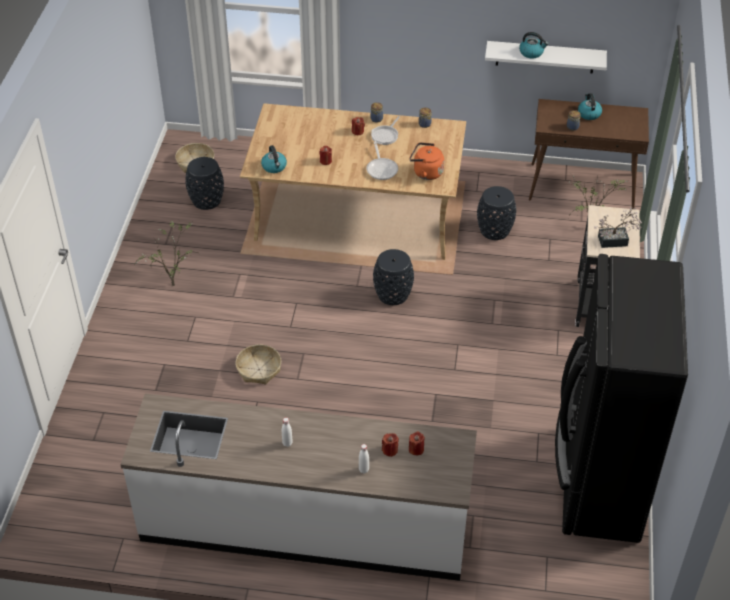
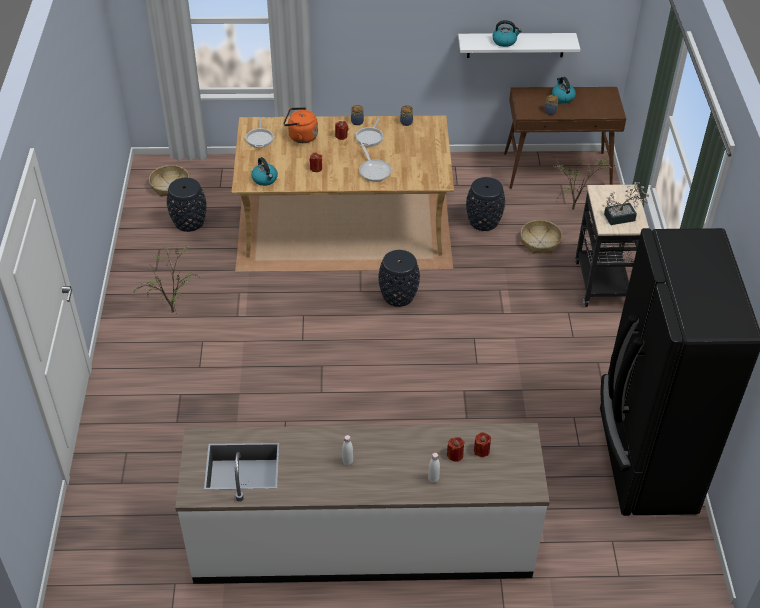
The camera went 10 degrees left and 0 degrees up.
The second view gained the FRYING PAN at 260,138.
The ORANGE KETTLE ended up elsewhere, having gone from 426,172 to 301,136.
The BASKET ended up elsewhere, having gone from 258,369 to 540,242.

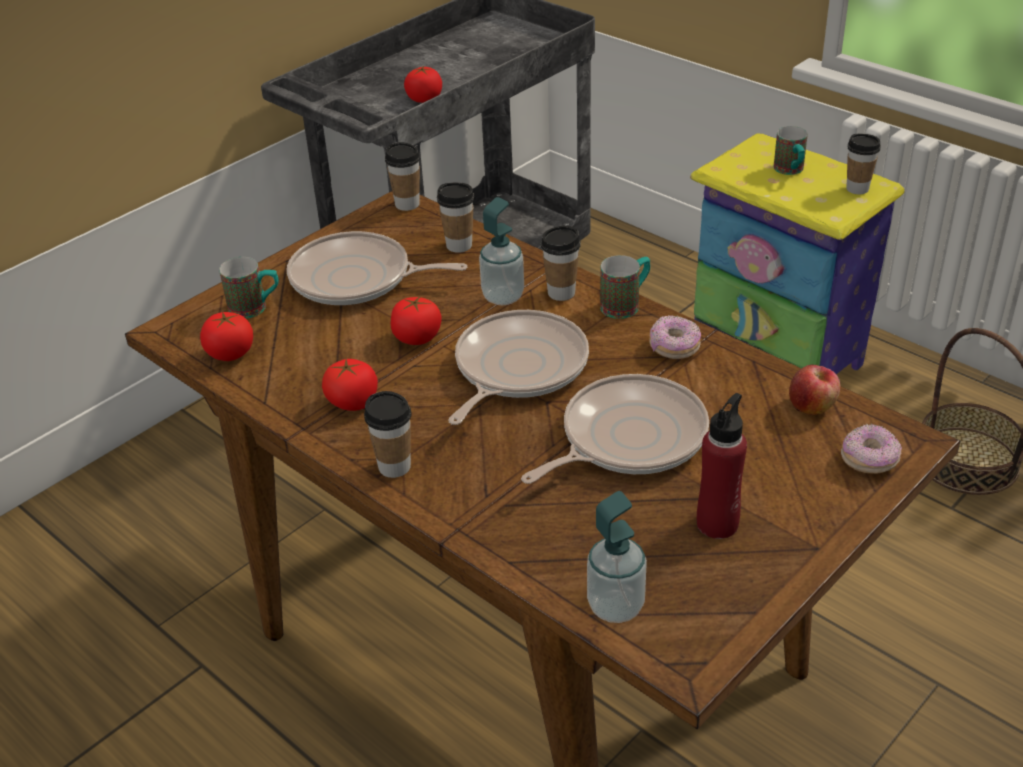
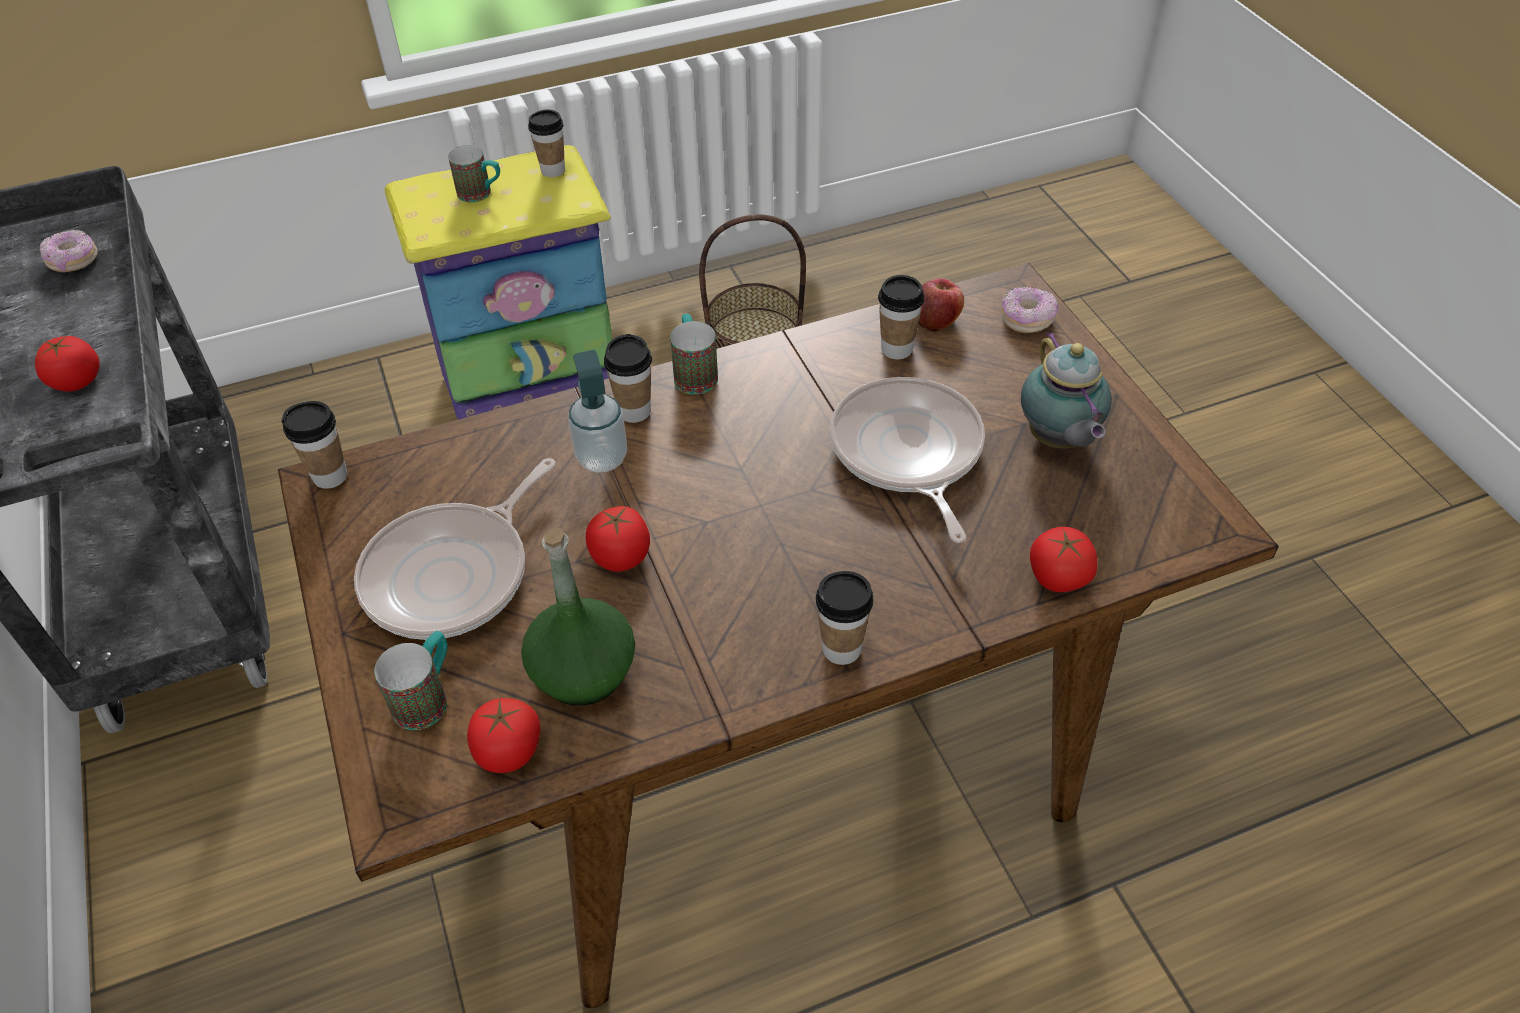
The camera went 65 degrees left and 10 degrees up.
The DONUT ended up elsewhere, having gone from 674,347 to 73,261.
The second view gained the GREEN BOTTLE at 583,672.
The CUP ended up elsewhere, having gone from 459,245 to 896,349.
Where the RED BOTTLE stood at 717,523, the TEAPOT came to stand at 1057,441.
The TOMATO ended up elsewhere, having gone from 353,402 to 1058,577.
The second view lost the FRYING PAN at 517,369.
The second view lost the SOAP DISPENSER at 615,606.

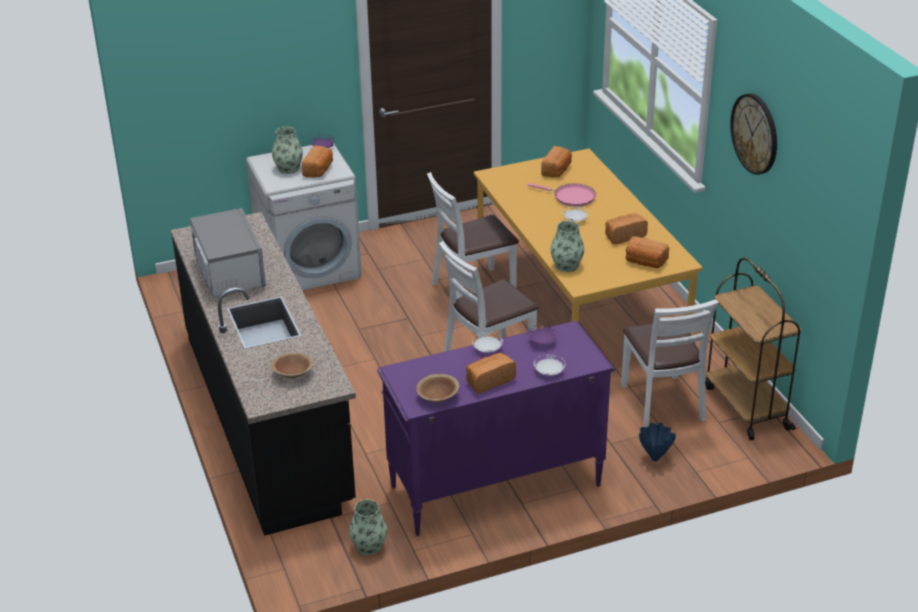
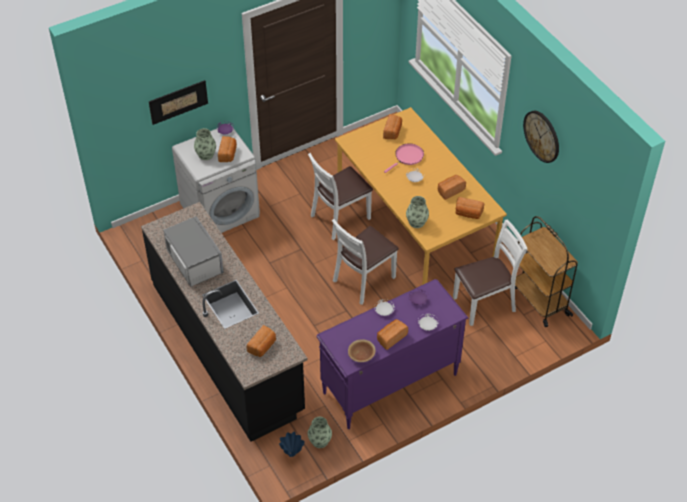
The camera went 10 degrees left and 15 degrees up.
The second view gained the PICTURE at 178,102.
Where the BROWN BOWL stood at 293,373, the BREAD came to stand at 262,346.
The BLUE VASE ended up elsewhere, having gone from 655,458 to 292,453.
The PINK FRYING PAN at 571,197 ended up facing another way, 60 degrees counterclockwise from before.
The WHITE CHAIR at 662,403 ended up facing another way, 90 degrees counterclockwise from before.

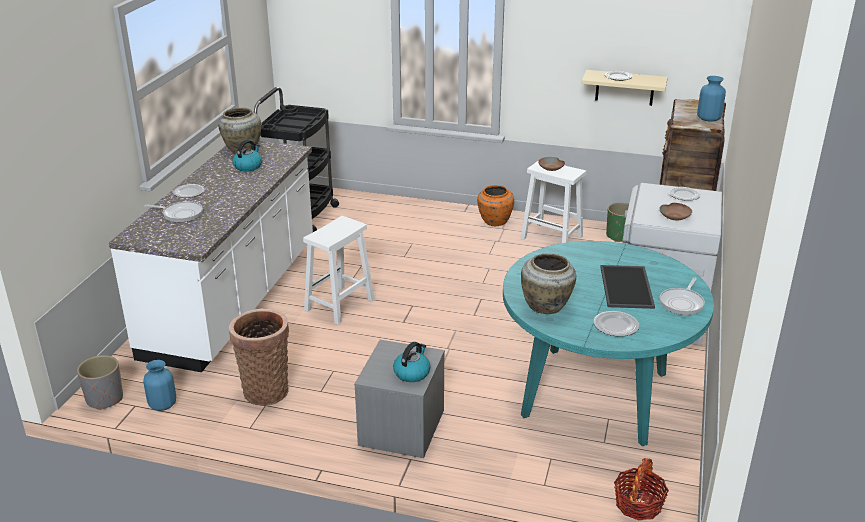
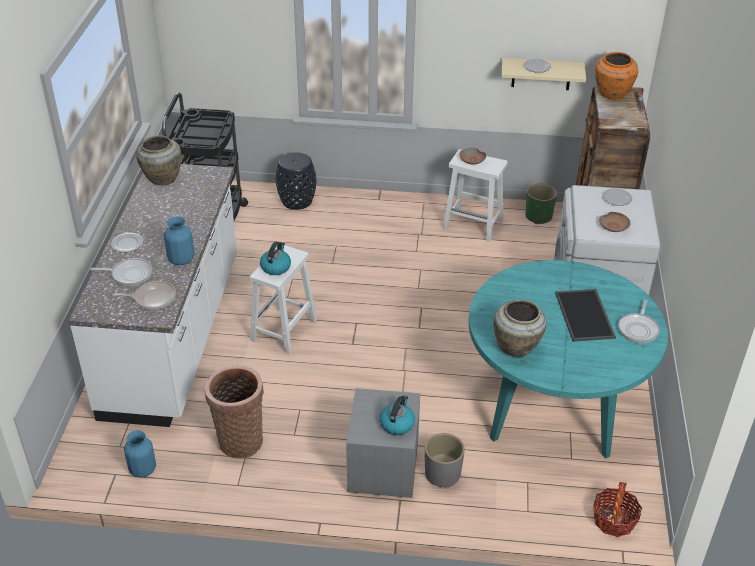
The camera went 10 degrees left and 10 degrees up.
The second view gained the FRYING PAN at 152,298.
The BLUE VASE ended up elsewhere, having gone from 708,118 to 181,259.
The KETTLE ended up elsewhere, having gone from 248,166 to 276,267.
The second view gained the BLACK STOOL at 297,201.
The GREY PLANTER ended up elsewhere, having gone from 104,399 to 442,474.
The ORANGE VASE ended up elsewhere, having gone from 494,222 to 611,94.
The second view lost the PLATE at 616,326.

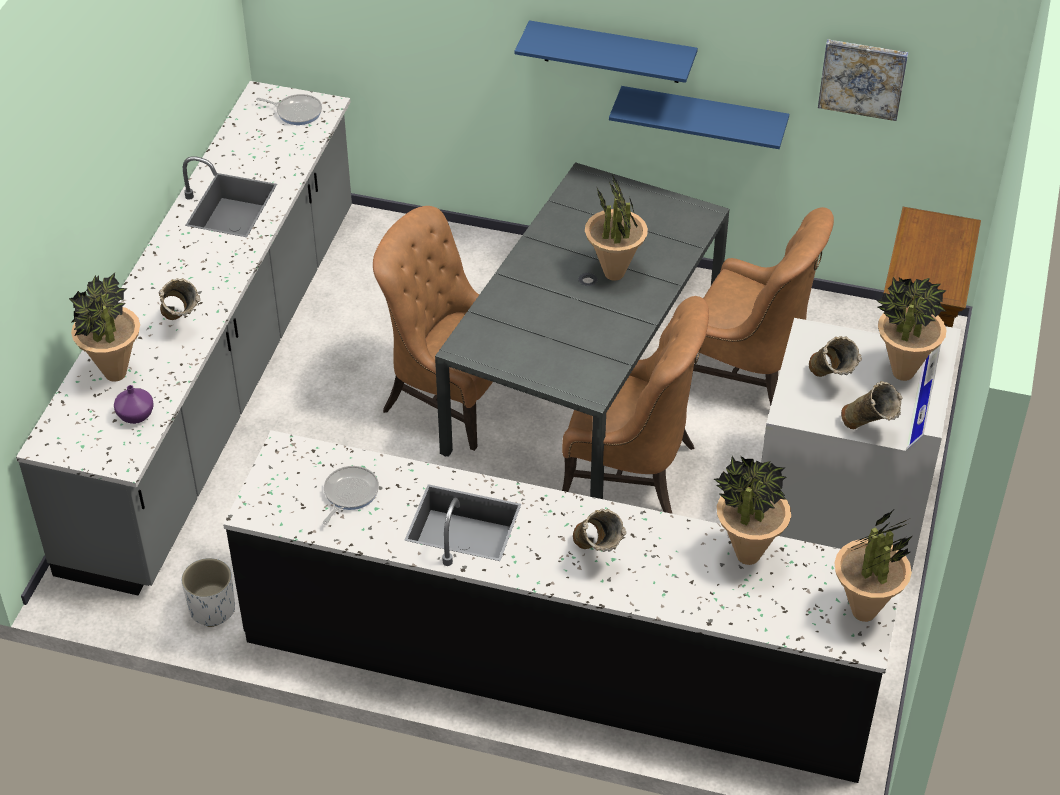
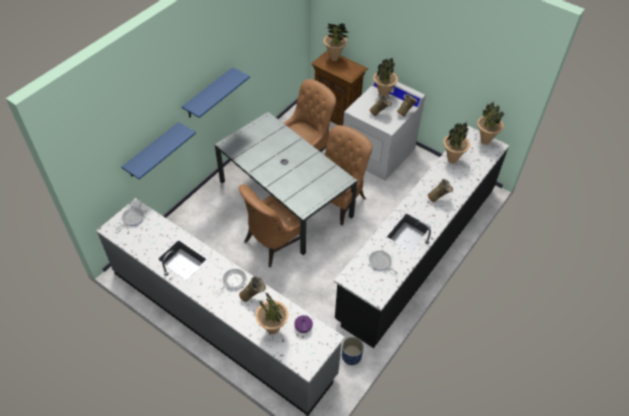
The camera went 70 degrees left and 5 degrees up.
The BLUE SHELF ended up elsewhere, having gone from 703,117 to 152,150.
The second view gained the FRYING PAN at 233,281.
The POTTED PLANT ended up elsewhere, having gone from 614,274 to 334,58.
What was the WHITE PLANTER at 212,609 turned into the BLUE PLANTER at 351,356.
The second view lost the PICTURE at 862,78.

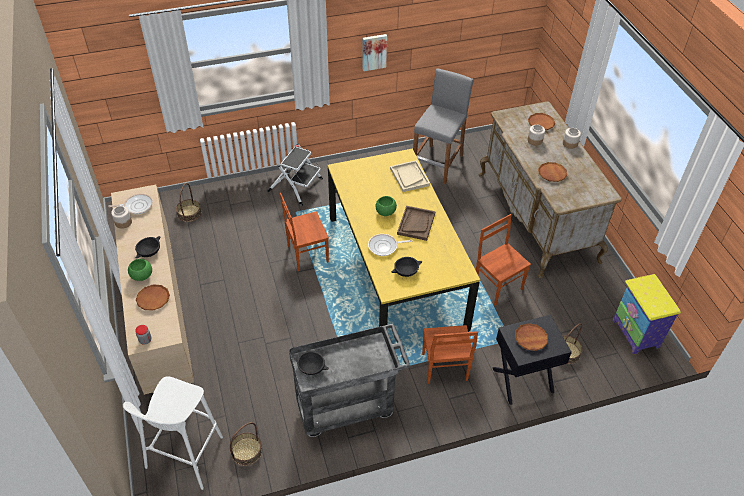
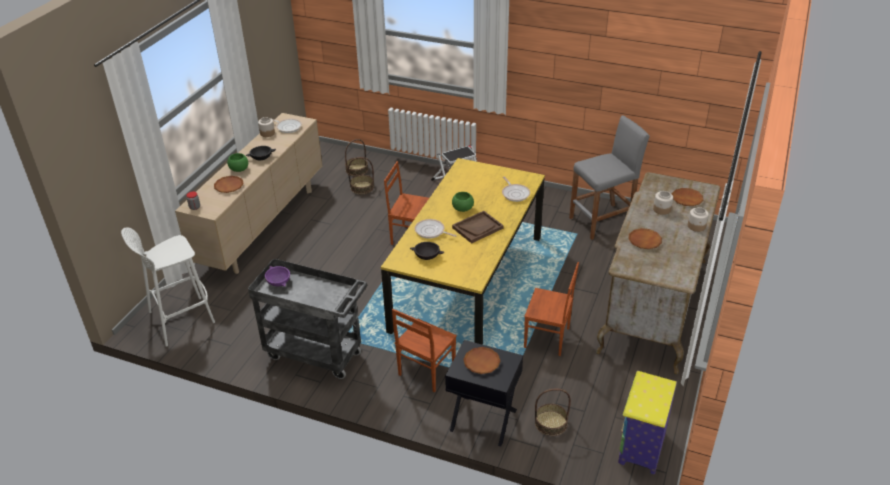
The camera went 40 degrees right and 10 degrees down.
What was the BLACK BOWL at 311,367 turned into the PURPLE BOWL at 279,281.
The BASKET ended up elsewhere, having gone from 246,451 to 362,188.
Where the BEIGE TRAY stood at 409,177, the FRYING PAN came to stand at 515,193.
The BROWN CHAIR at 498,286 ended up facing another way, 105 degrees clockwise from before.
The second view lost the PICTURE at 374,51.

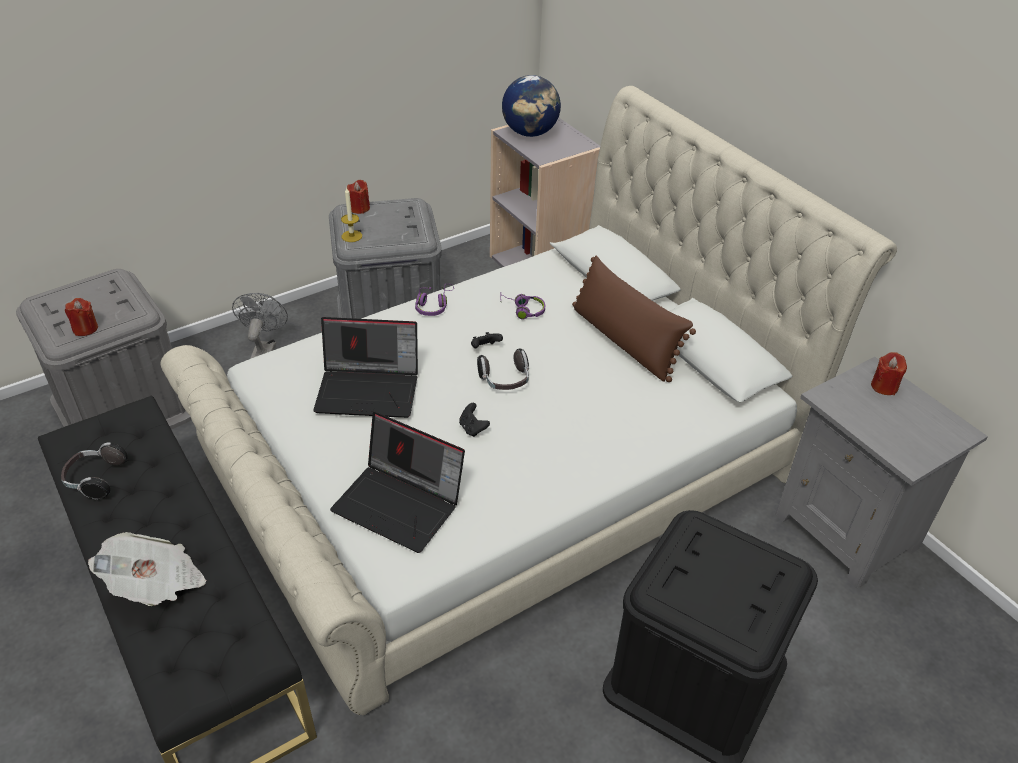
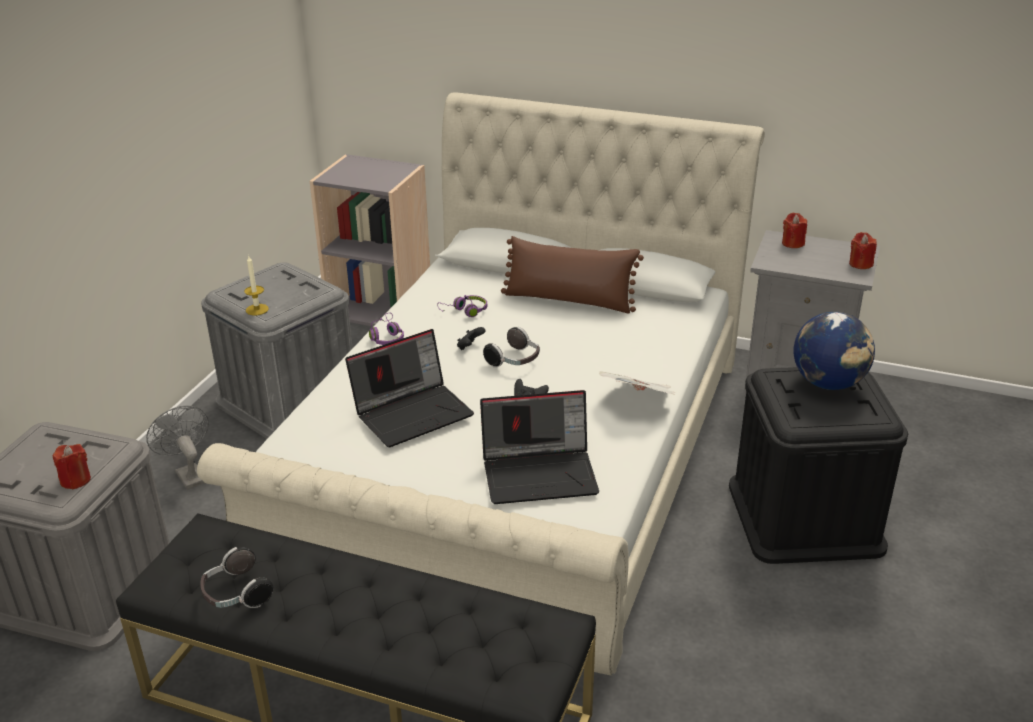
The camera went 35 degrees left and 10 degrees down.
The NEWSPAPER ended up elsewhere, having gone from 156,584 to 639,400.
The GLOBE ended up elsewhere, having gone from 530,133 to 828,383.
The RED CANDLE ended up elsewhere, having gone from 359,208 to 860,264.

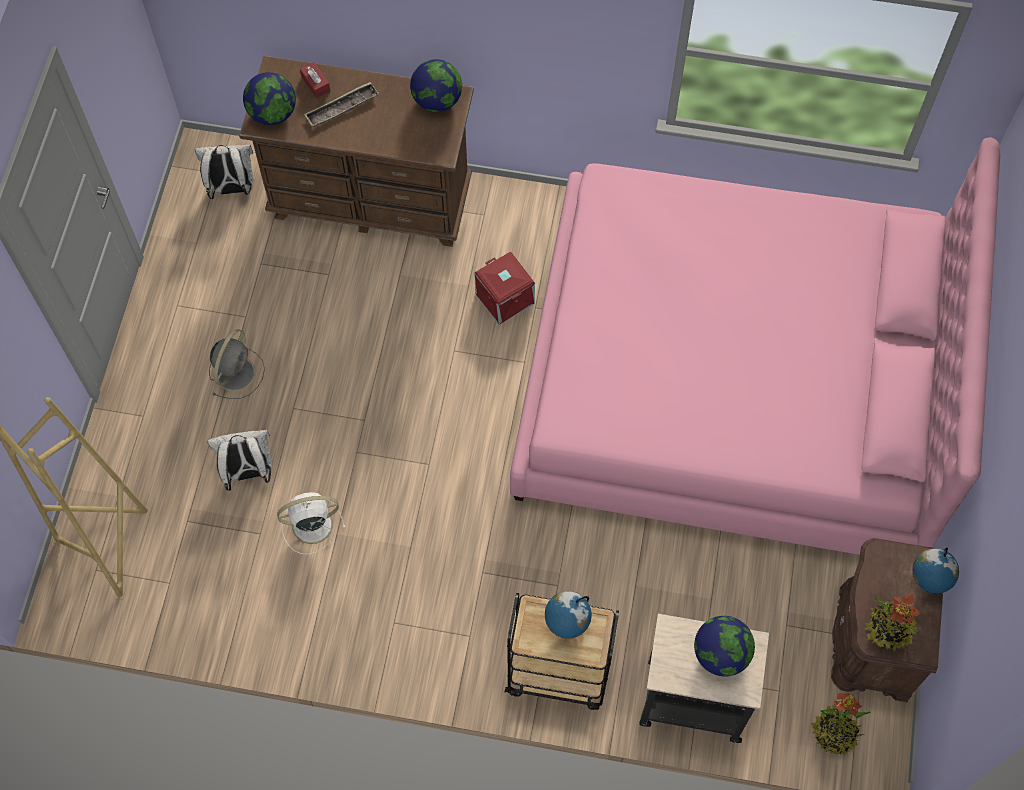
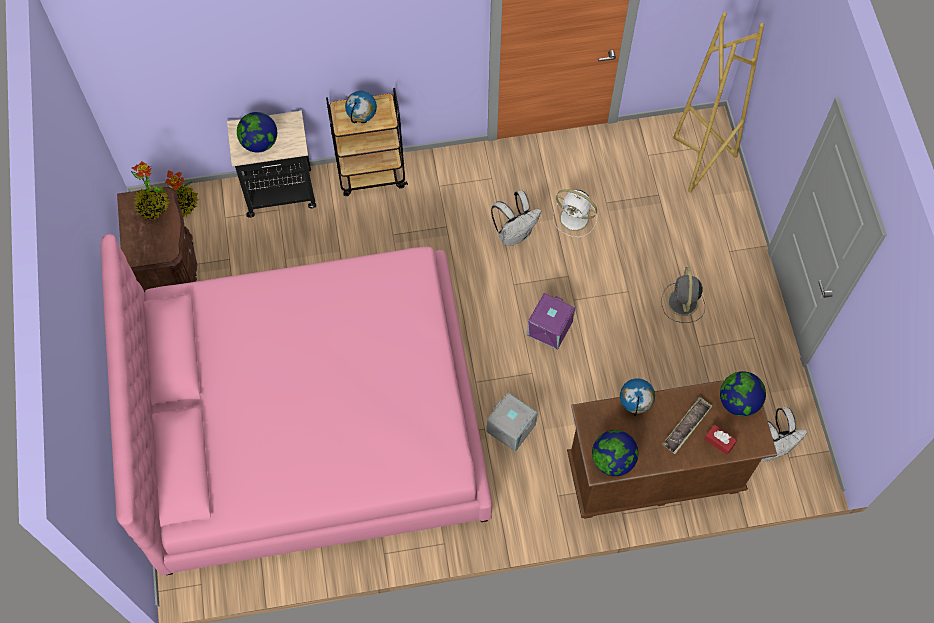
The camera went 160 degrees right and 0 degrees up.
What was the RED STORAGE BOX at 505,298 turned into the GREY STORAGE BOX at 510,428.
The WHITE BACKPACK ended up elsewhere, having gone from 248,472 to 514,234.
The second view gained the PURPLE STORAGE BOX at 550,329.
The WHITE FAN at 310,525 ended up facing another way, 60 degrees clockwise from before.
The GLOBE ended up elsewhere, having gone from 927,581 to 634,405.

